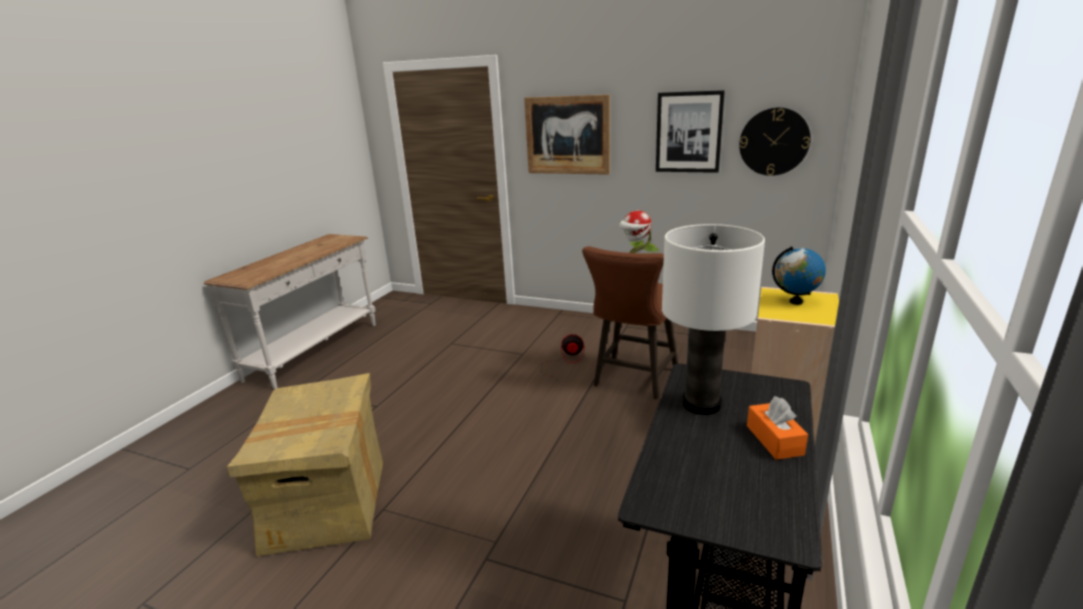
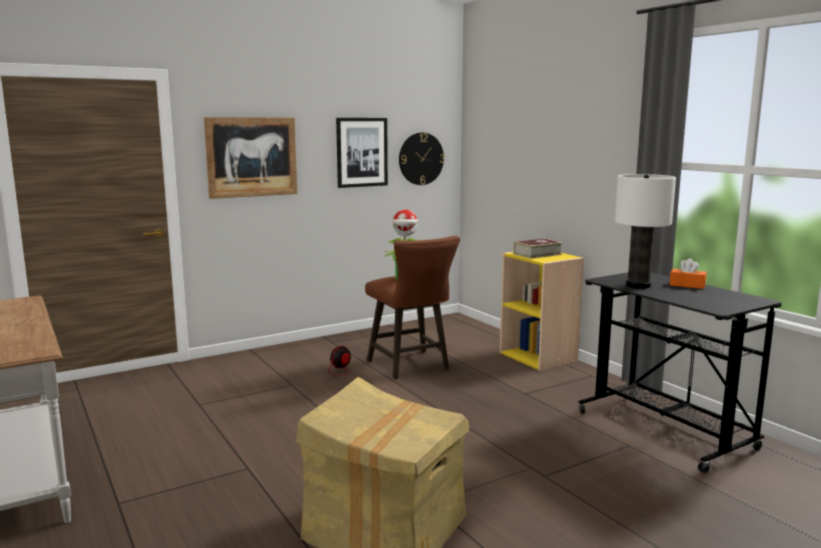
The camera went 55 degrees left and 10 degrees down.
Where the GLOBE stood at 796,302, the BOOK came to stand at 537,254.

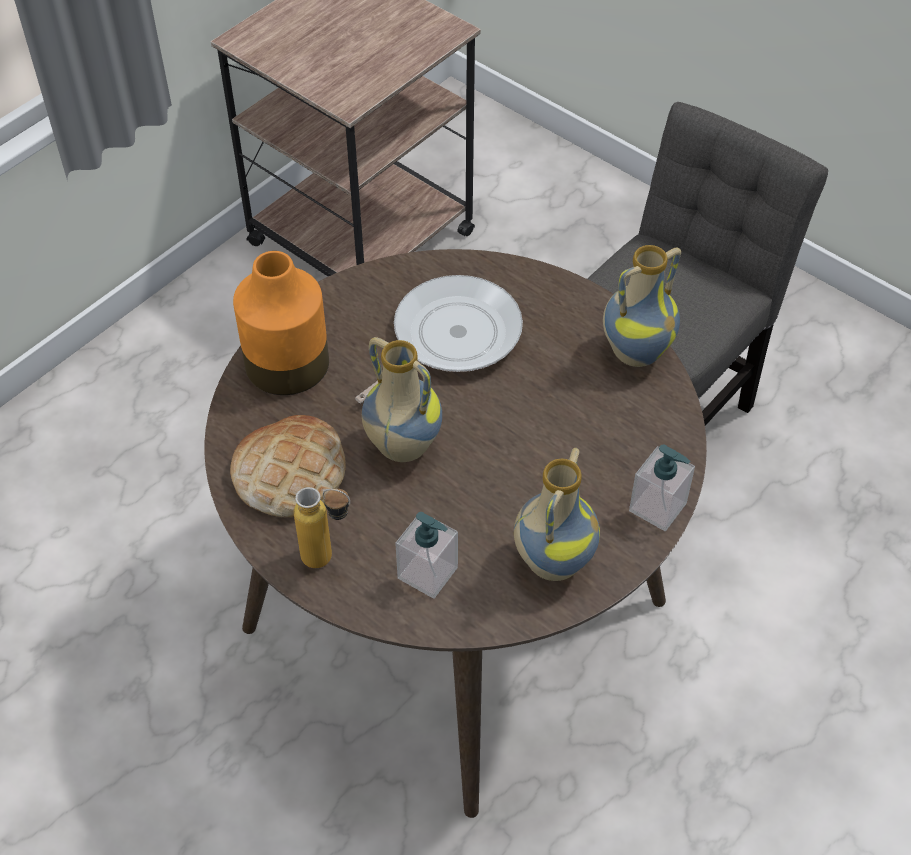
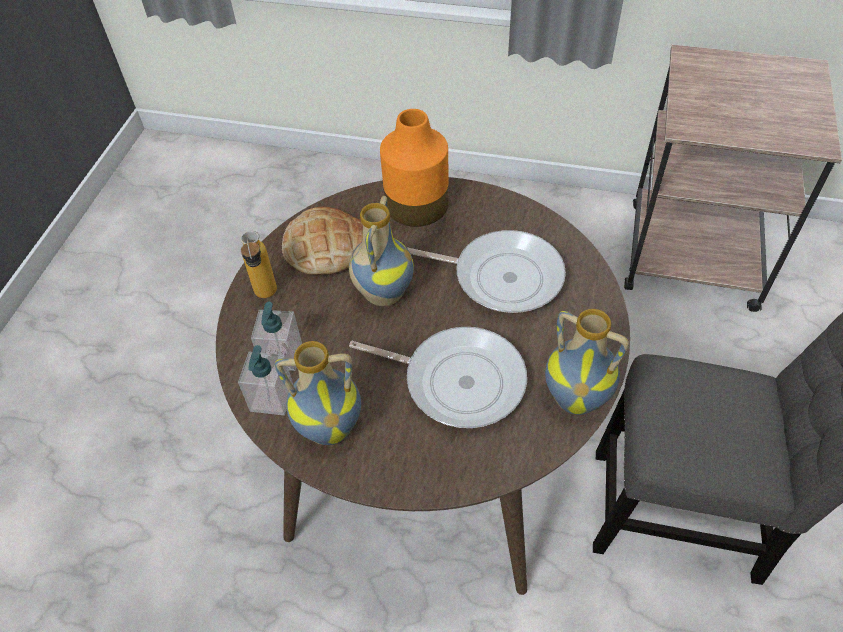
The camera went 65 degrees right and 0 degrees up.
The SOAP DISPENSER ended up elsewhere, having gone from 658,507 to 271,398.
The second view gained the FRYING PAN at 458,380.

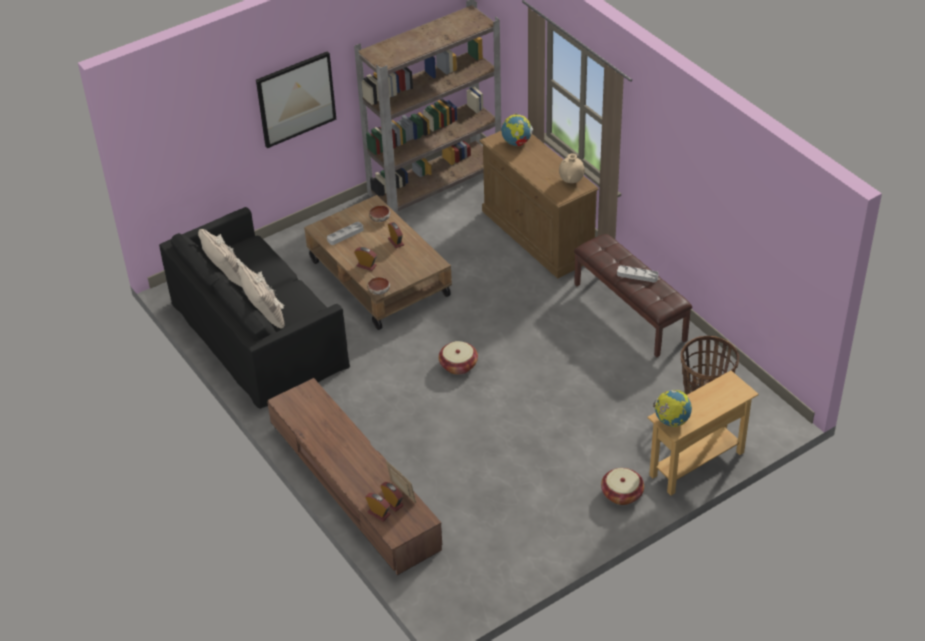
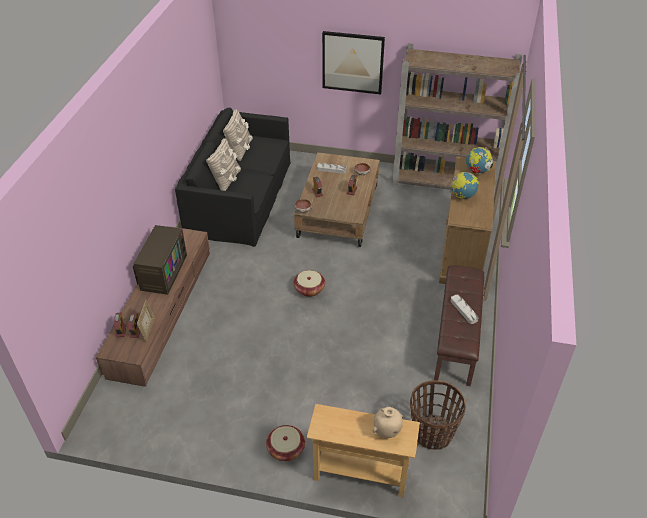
The camera went 45 degrees right and 0 degrees up.
The second view gained the TELEVISION at 162,271.
The BEIGE VASE ended up elsewhere, having gone from 571,181 to 386,431.
The GLOBE ended up elsewhere, having gone from 671,421 to 462,196.

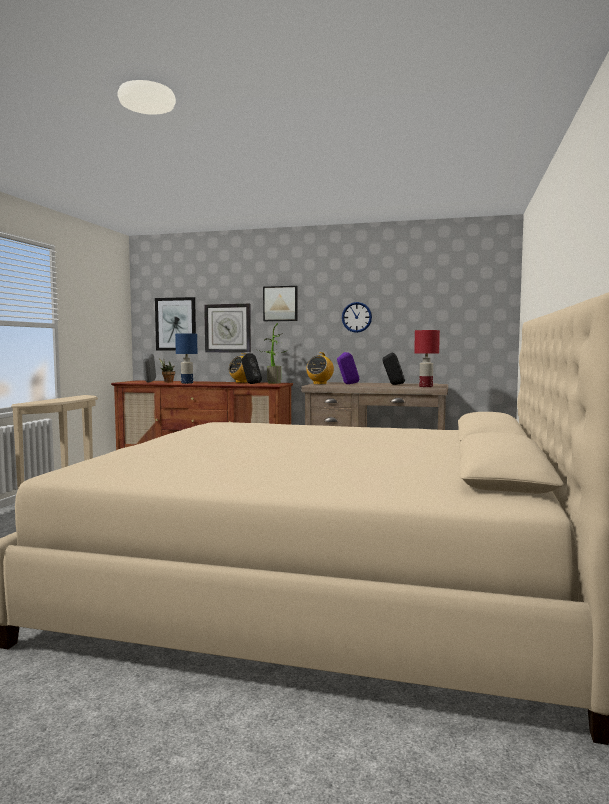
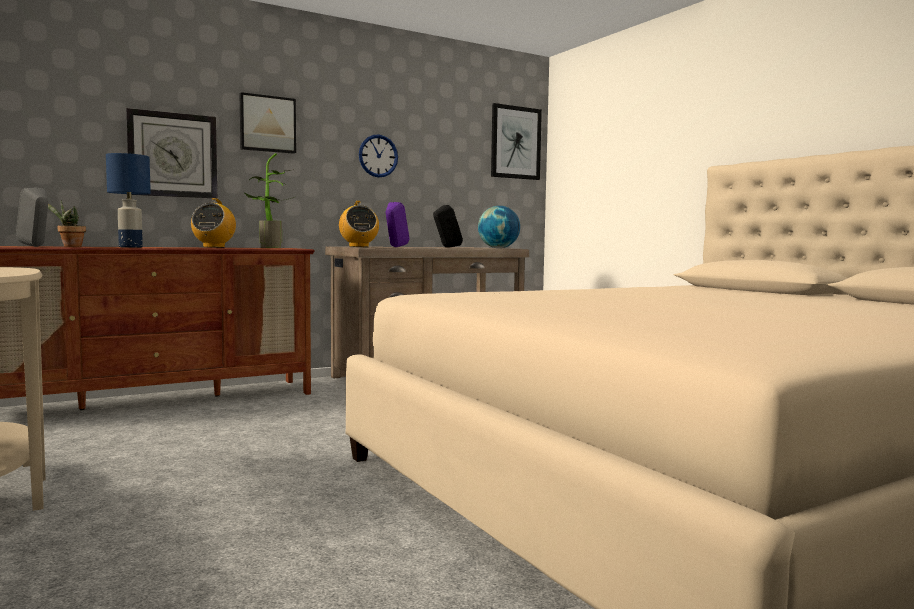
The camera went 45 degrees left and 0 degrees up.
Where the RED TABLE LAMP stood at 426,386, the GLOBE came to stand at 498,248.
The PICTURE ended up elsewhere, having gone from 176,324 to 515,142.
The second view lost the BLACK SPEAKER at 250,384.

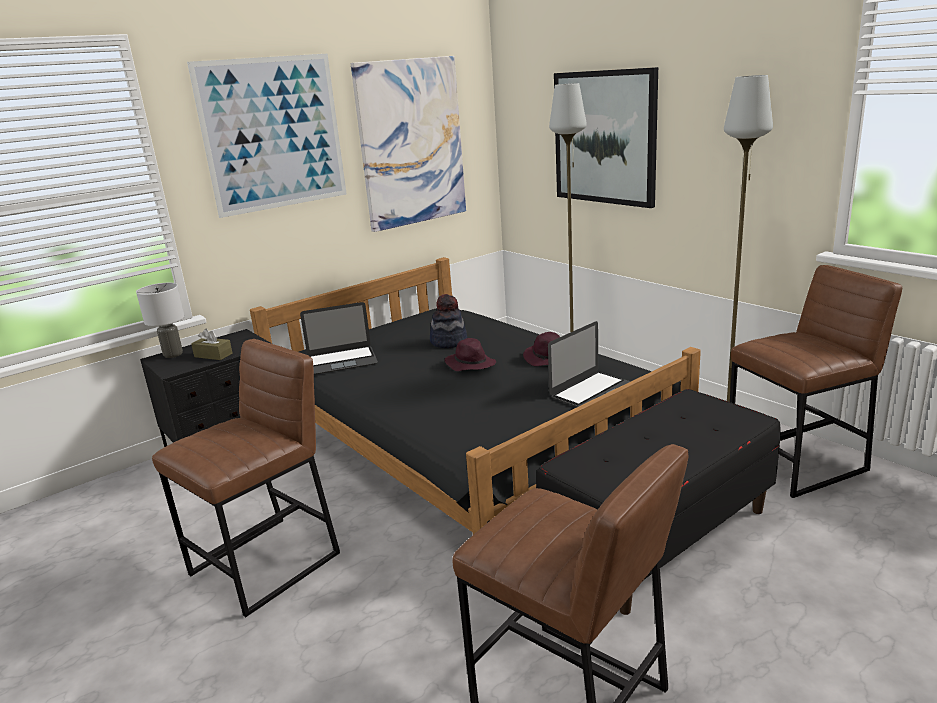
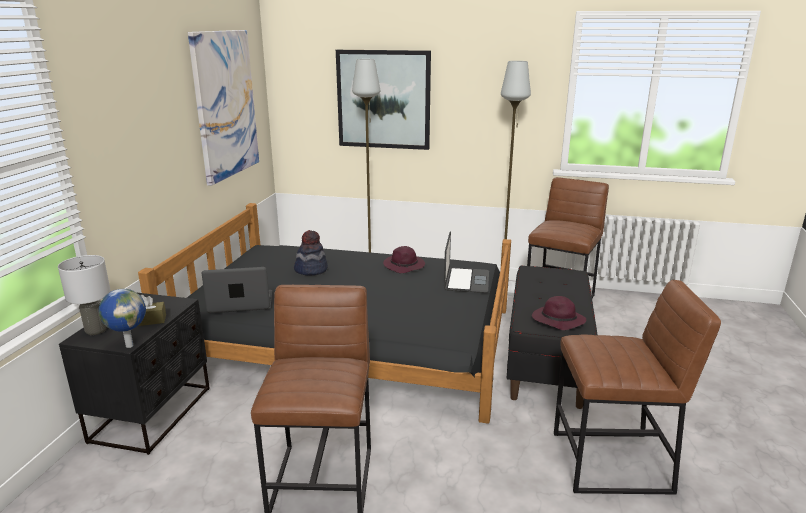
The camera went 40 degrees left and 0 degrees up.
The second view gained the GLOBE at 129,345.
The LAPTOP at 342,360 ended up facing another way, 135 degrees counterclockwise from before.
The PURPLE HAT ended up elsewhere, having gone from 470,364 to 557,321.
The second view lost the PICTURE at 273,134.

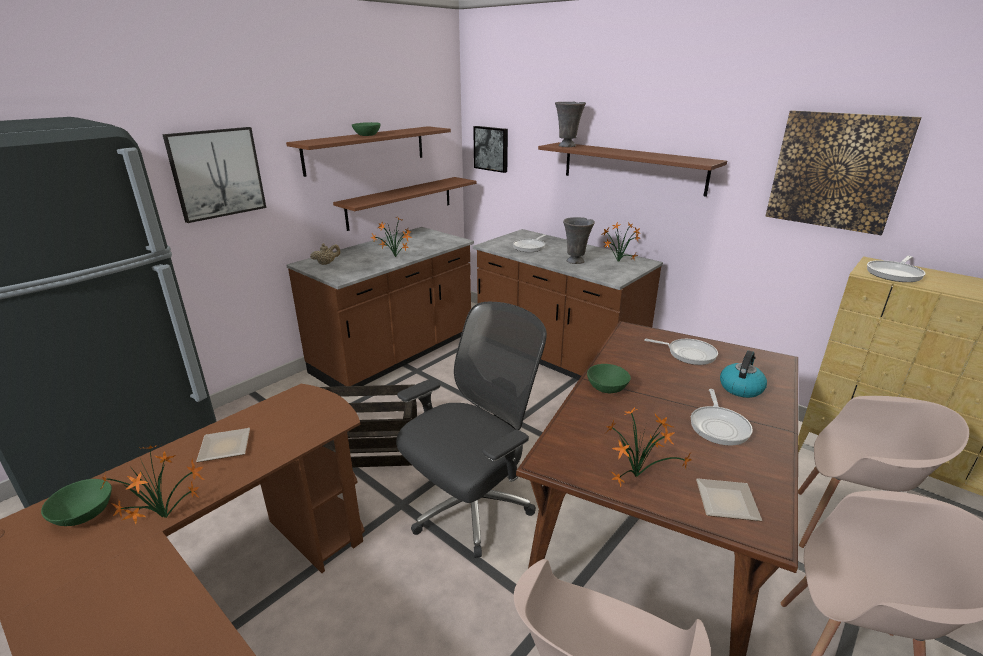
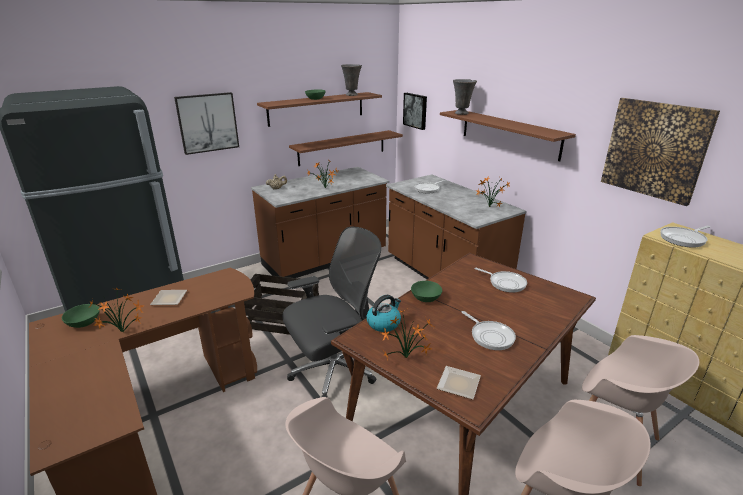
The camera went 15 degrees right and 0 degrees up.
The GREY VASE ended up elsewhere, having gone from 576,261 to 352,95.
The KETTLE ended up elsewhere, having gone from 740,387 to 384,323.
The FRYING PAN at 719,426 ended up facing another way, 60 degrees counterclockwise from before.

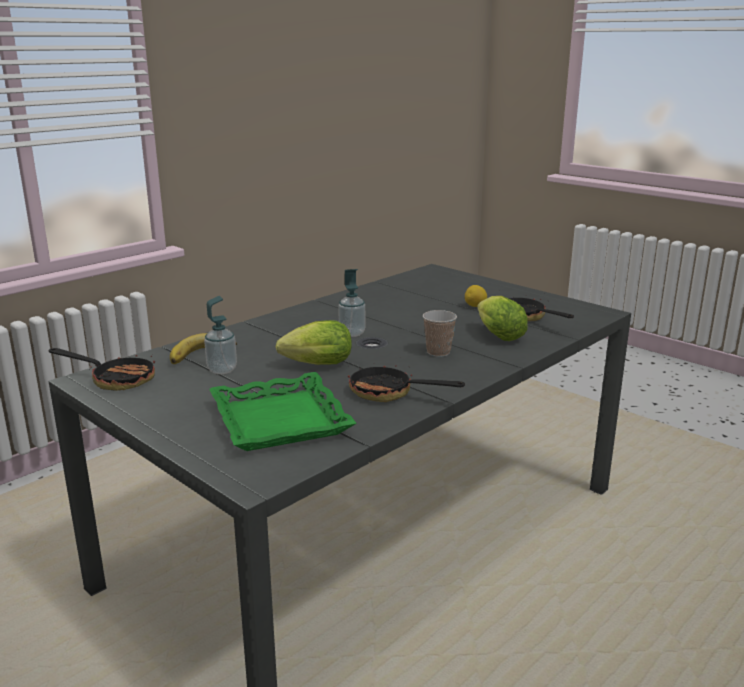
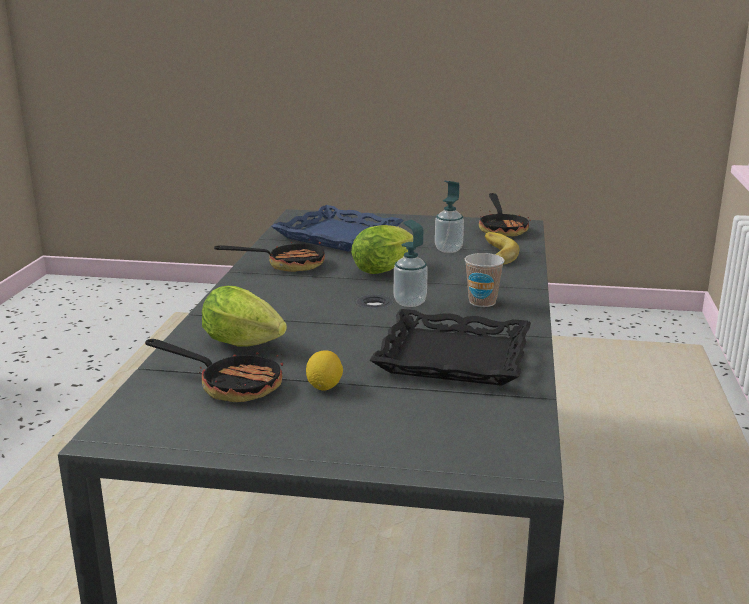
The camera went 145 degrees right and 0 degrees up.
What was the GREEN TRAY at 281,420 turned into the BLUE TRAY at 337,236.
The second view gained the BLACK TRAY at 454,357.
The CUP ended up elsewhere, having gone from 438,352 to 482,302.
The FRYING PAN at 115,379 ended up facing another way, 75 degrees counterclockwise from before.

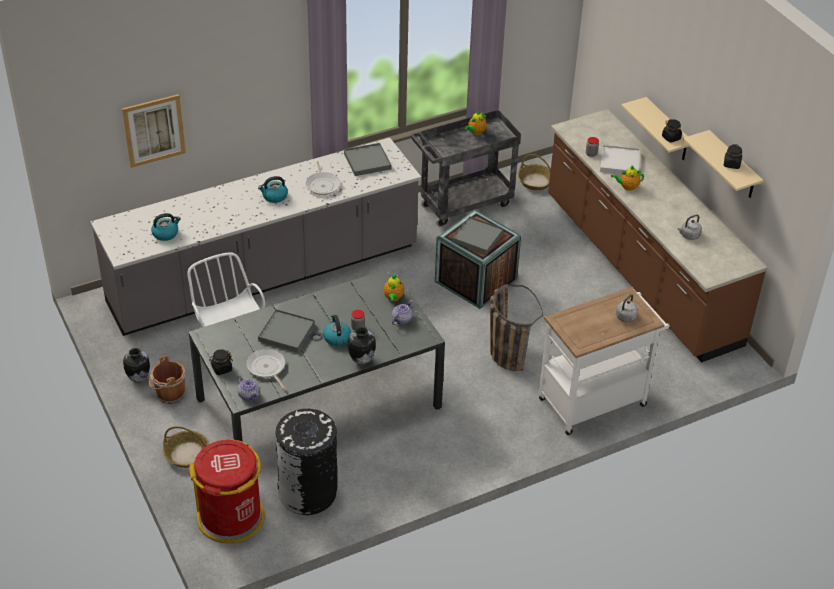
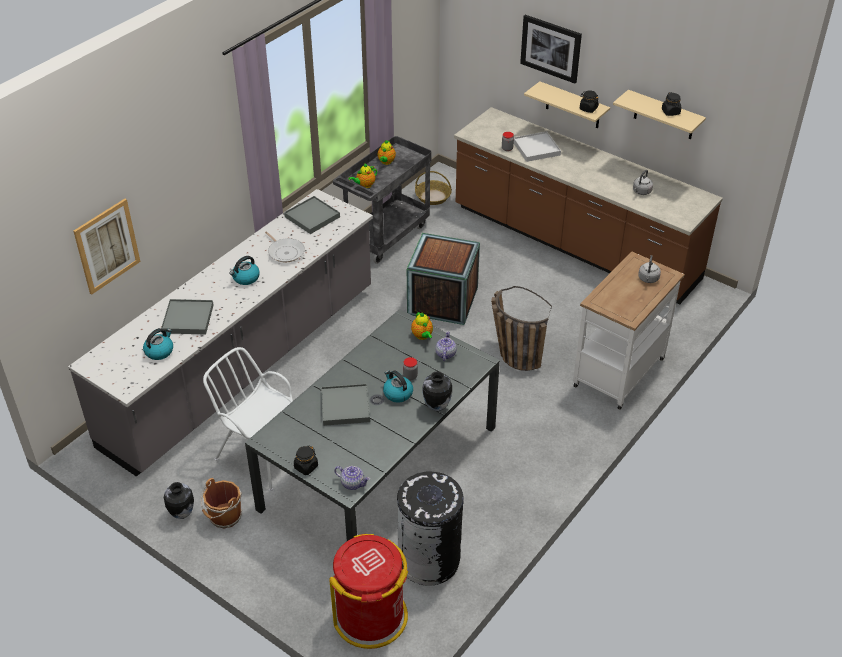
The camera went 25 degrees left and 0 degrees up.
The GREY TRAY ended up elsewhere, having gone from 477,237 to 188,319.
The TEAPOT ended up elsewhere, having gone from 627,187 to 364,185.
The second view gained the PICTURE at 551,48.
The second view lost the BASKET at 186,454.
The second view lost the FRYING PAN at 267,368.

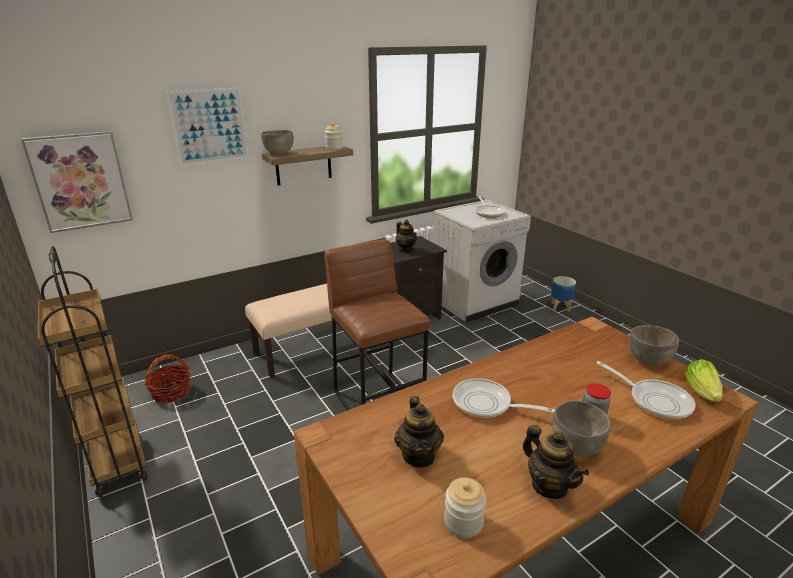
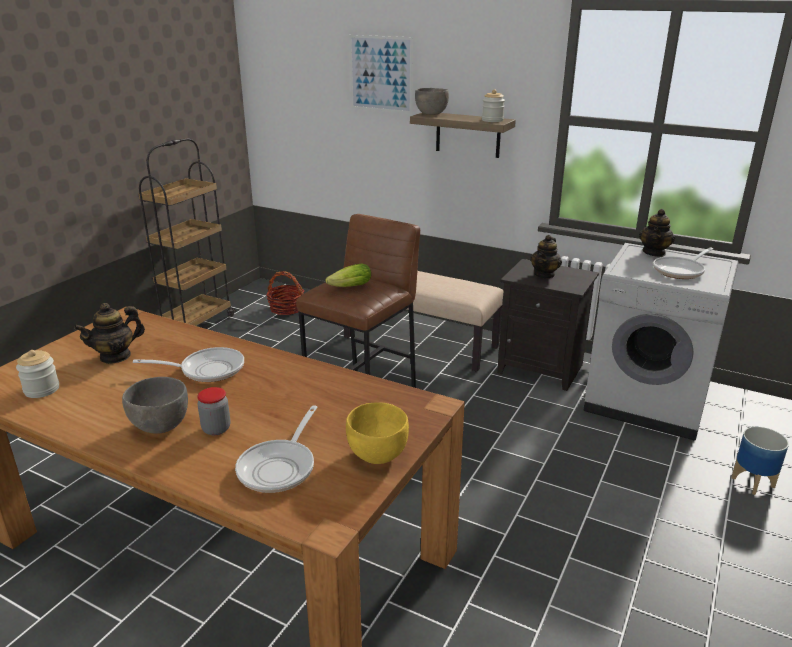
The camera went 60 degrees right and 0 degrees up.
The FRYING PAN at 487,404 ended up facing another way, 90 degrees clockwise from before.
The LETTUCE ended up elsewhere, having gone from 703,392 to 348,287.
What was the GREY BOWL at 648,360 turned into the YELLOW BOWL at 378,455.
The TEAPOT ended up elsewhere, having gone from 549,486 to 654,252.
The second view lost the PICTURE at 80,181.

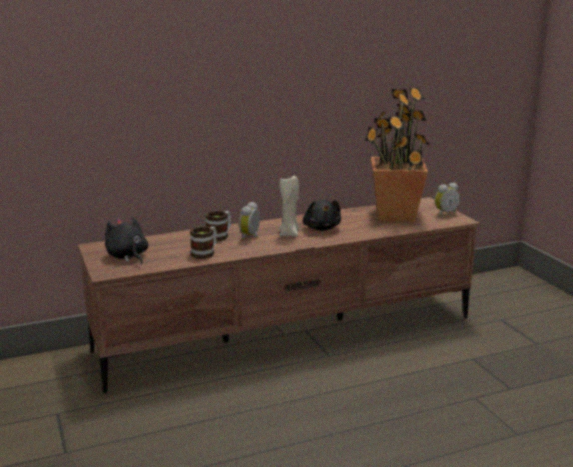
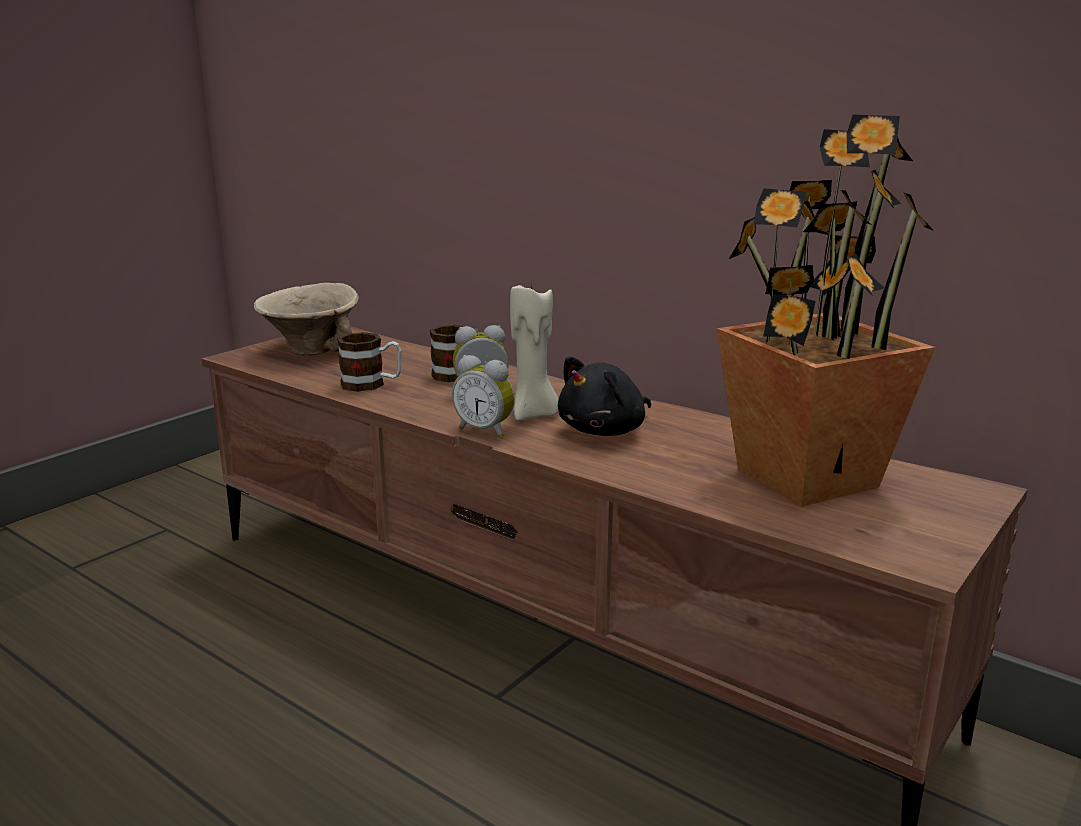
The camera went 60 degrees right and 0 degrees up.
Where the BLACK PLUSH TOY stood at 127,256, the BEIGE BOWL came to stand at 310,352.
The ALARM CLOCK ended up elsewhere, having gone from 445,213 to 486,431.

